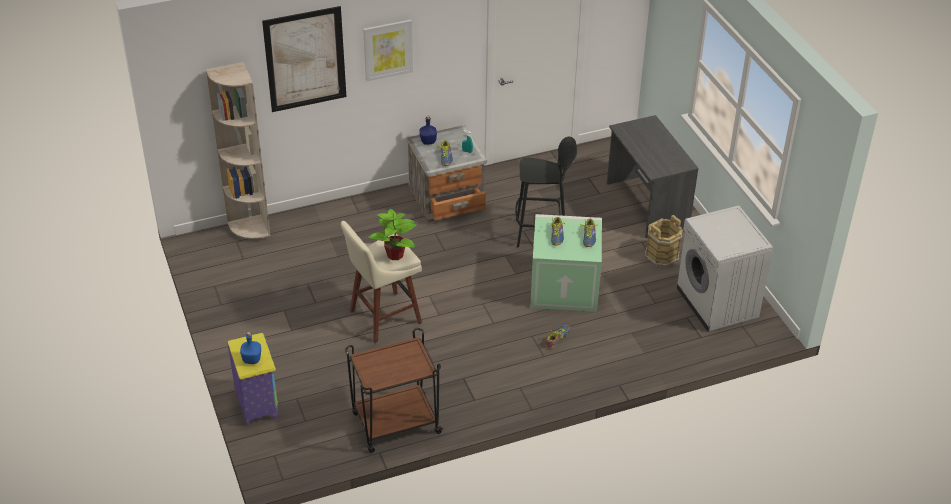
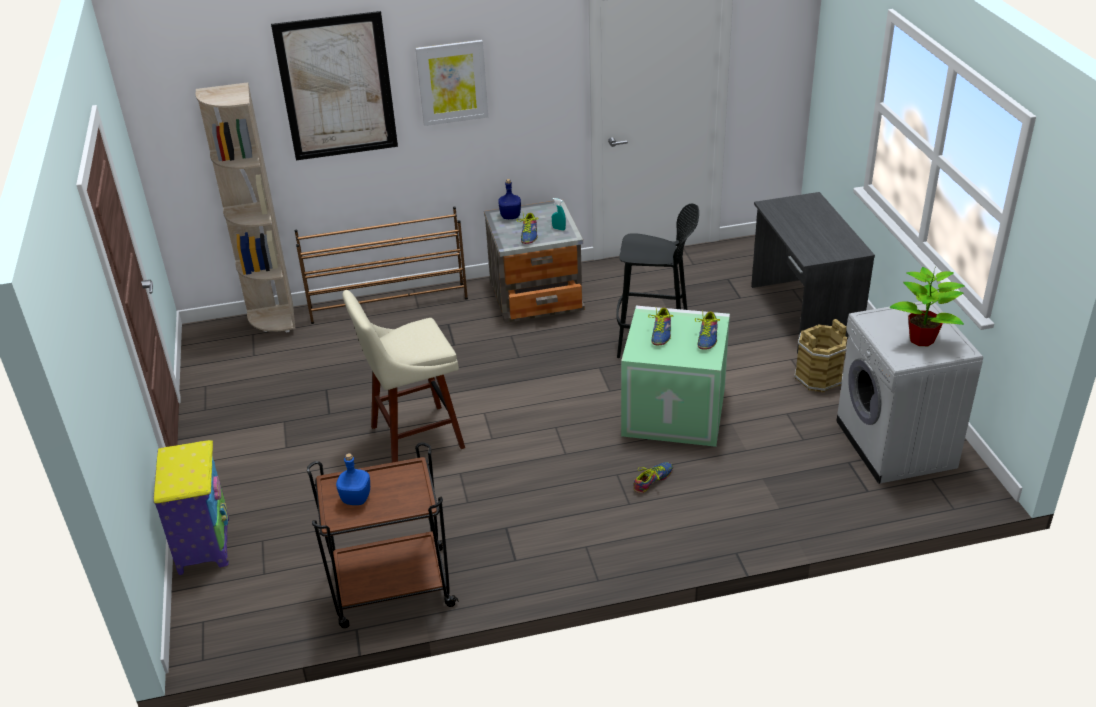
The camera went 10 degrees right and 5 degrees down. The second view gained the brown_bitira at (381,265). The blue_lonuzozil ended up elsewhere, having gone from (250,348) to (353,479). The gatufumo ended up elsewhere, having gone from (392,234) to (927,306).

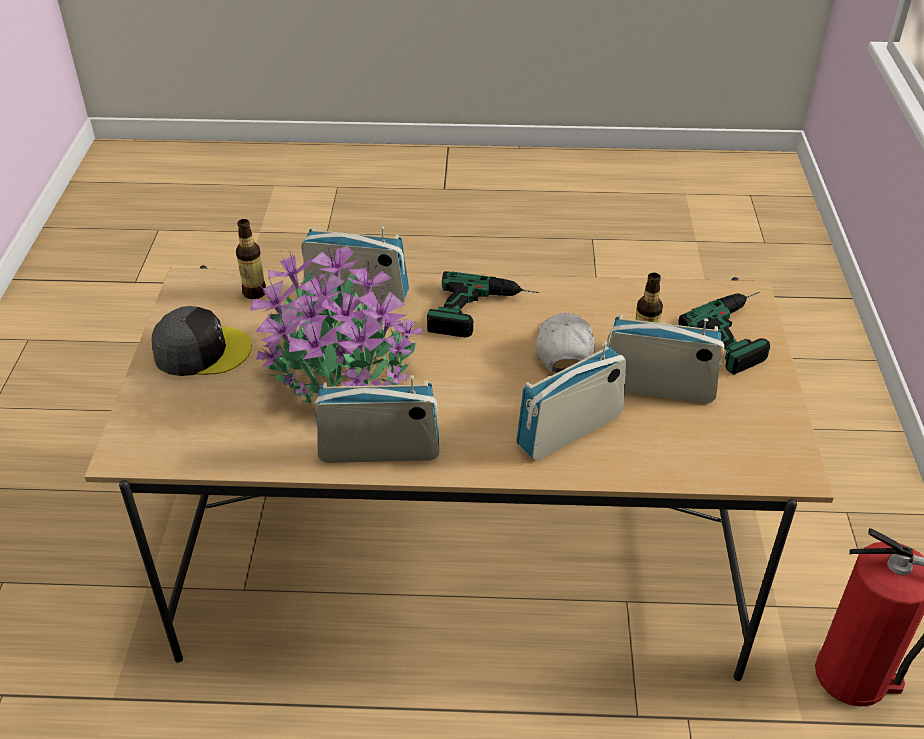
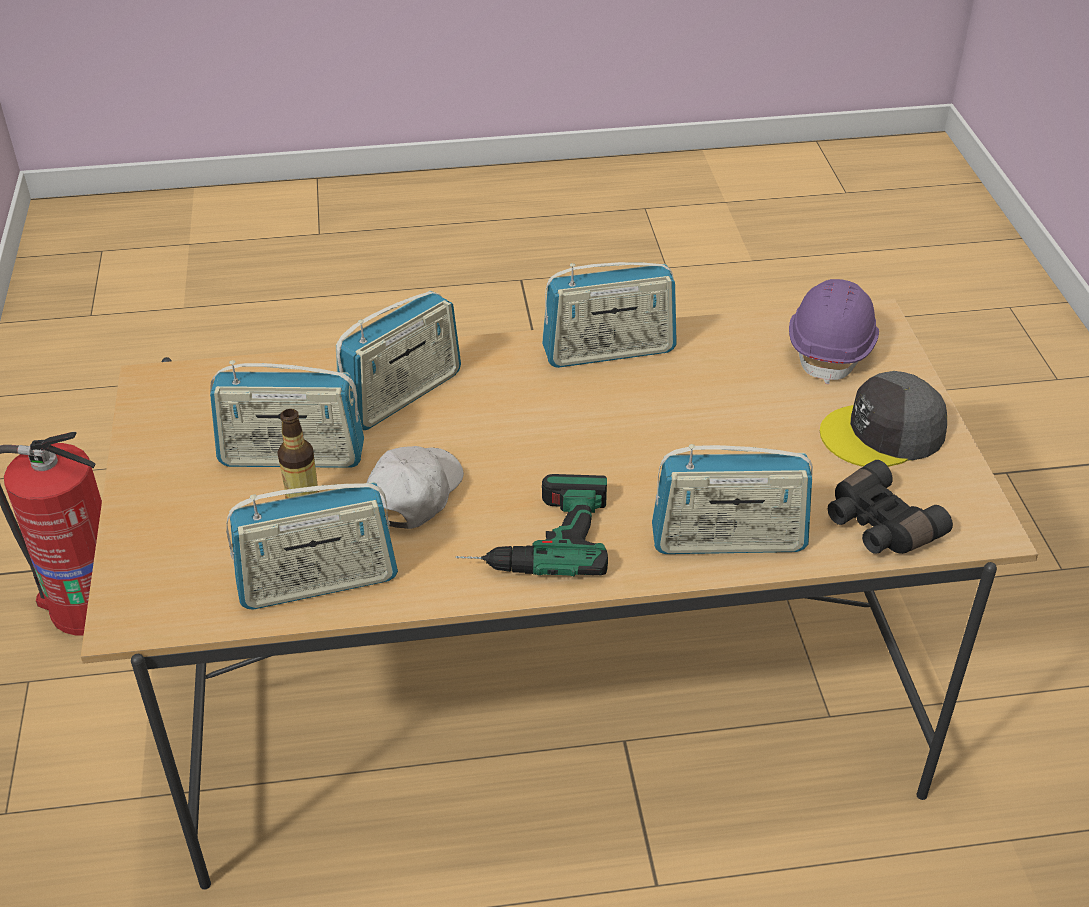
The camera went 170 degrees right and 0 degrees up. The second view gained the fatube at (312,546). The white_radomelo at (565,343) ended up facing another way, 150 degrees counterclockwise from before. The second view gained the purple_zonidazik at (834,331). Where the lonuzozil stood at (251,259), the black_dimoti came to stand at (890,507). The second view lost the gatufumo at (336,321). The second view lost the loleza at (724,333).

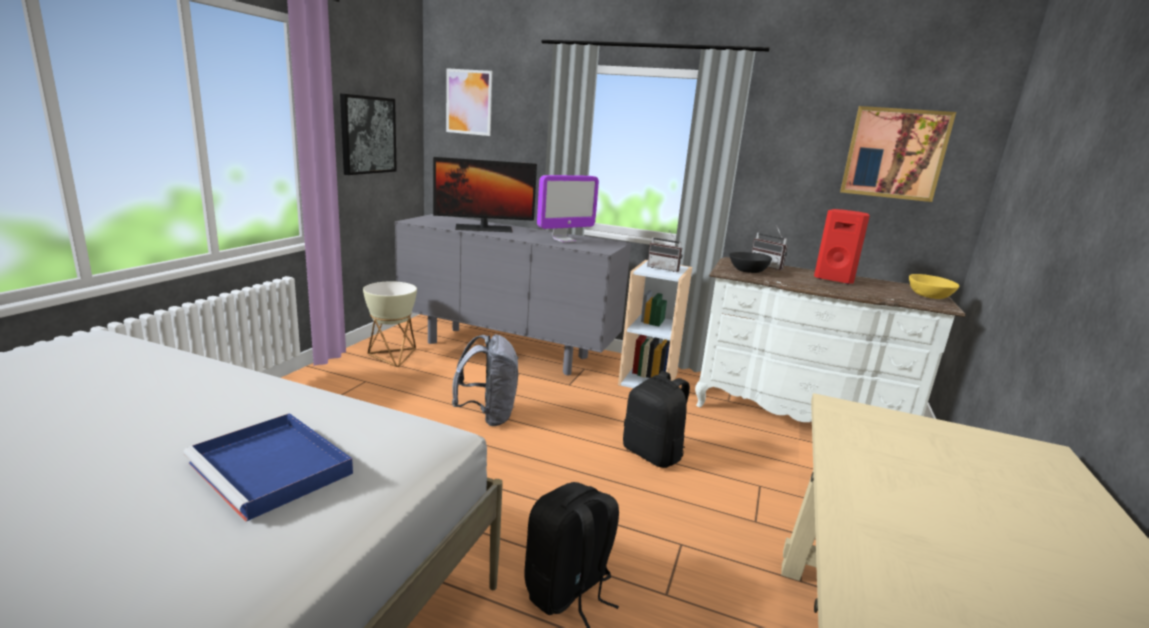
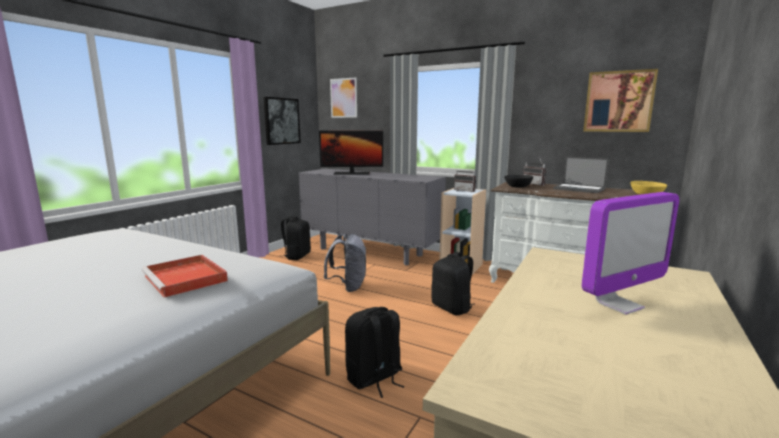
The camera went 10 degrees right and 5 degrees down. What was the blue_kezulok at (268,467) turned into the red_kezulok at (185,276). Where the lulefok stood at (390,324), the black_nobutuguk came to stand at (296,238). Where the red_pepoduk stood at (842,246), the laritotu came to stand at (581,175). The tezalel ended up elsewhere, having gone from (568,209) to (630,253).

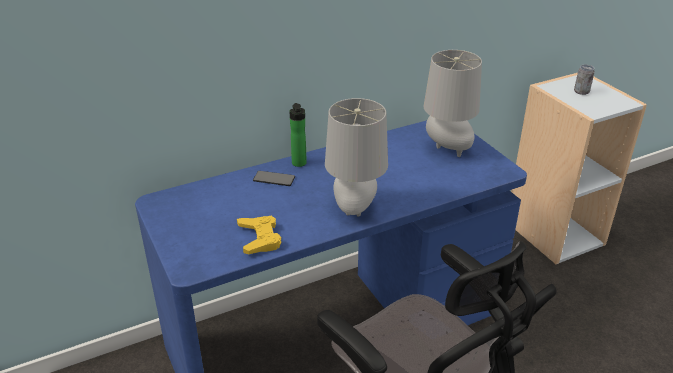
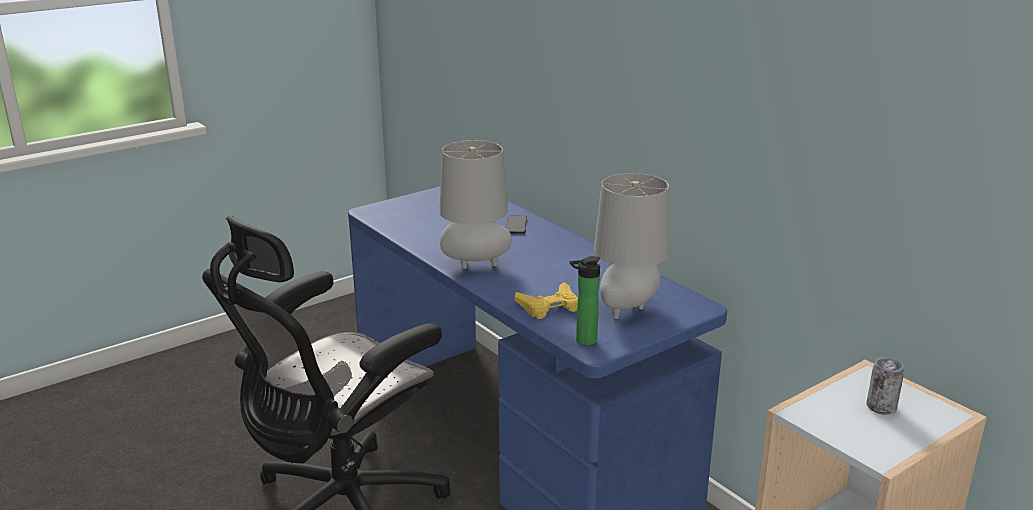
The camera went 80 degrees right and 10 degrees down. The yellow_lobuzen ended up elsewhere, having gone from (259,235) to (546,300). The lonuzozil ended up elsewhere, having gone from (298,135) to (585,301).

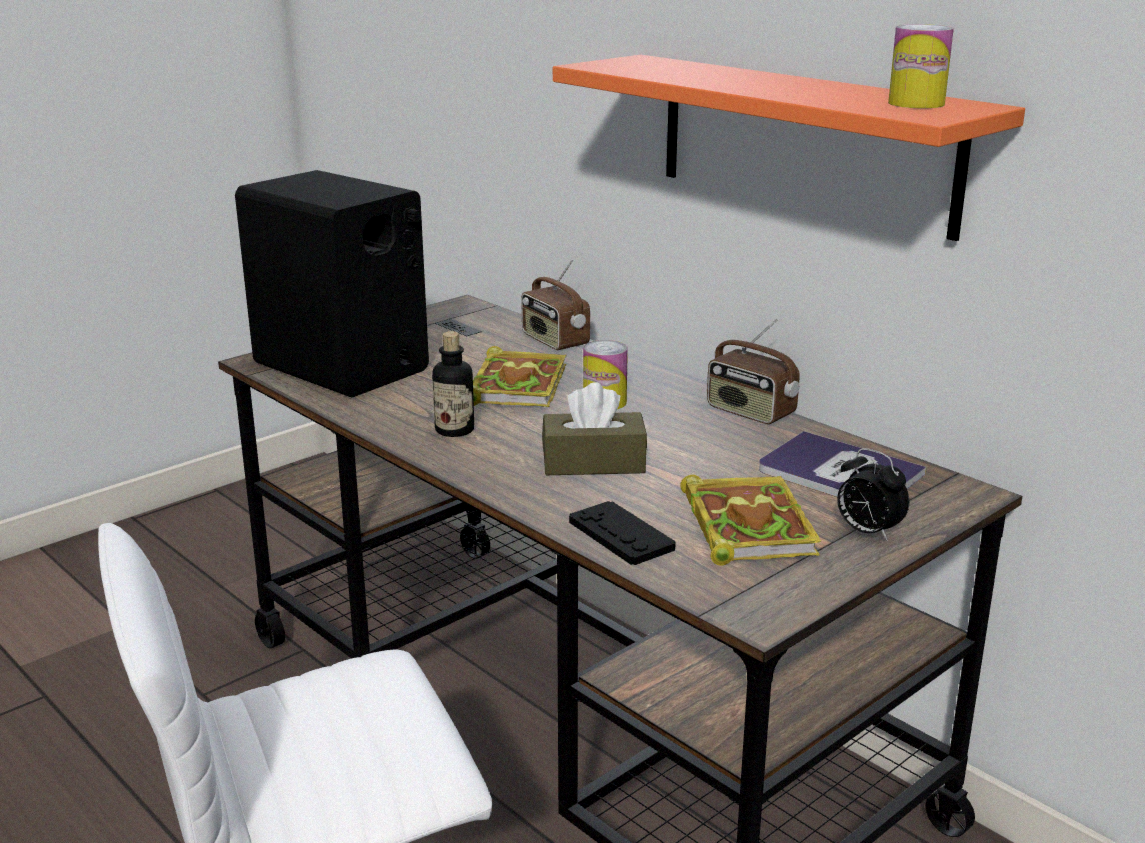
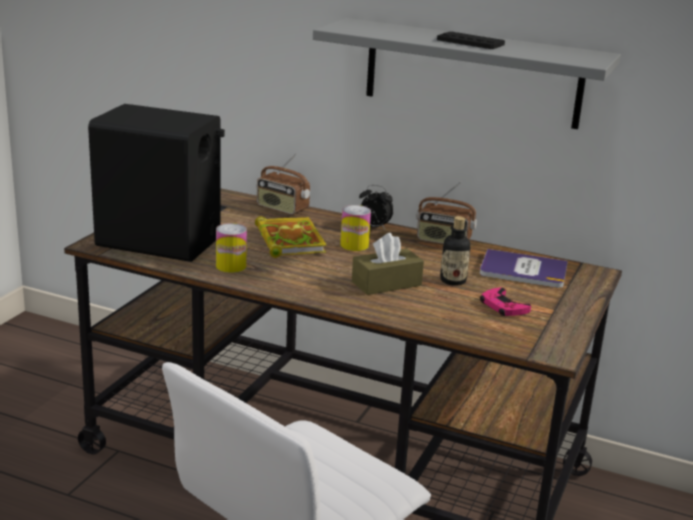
The camera went 25 degrees left and 0 degrees up. The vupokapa ended up elsewhere, having gone from (921,66) to (231,248). What was the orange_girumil at (789,148) turned into the grey_girumil at (467,73). The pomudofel ended up elsewhere, having gone from (873,494) to (376,207). The black_lobuzen ended up elsewhere, having gone from (622,533) to (471,40). The lonuzozil ended up elsewhere, having gone from (453,384) to (455,251). Where the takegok stood at (750,520), the pink_lobuzen came to stand at (505,302).

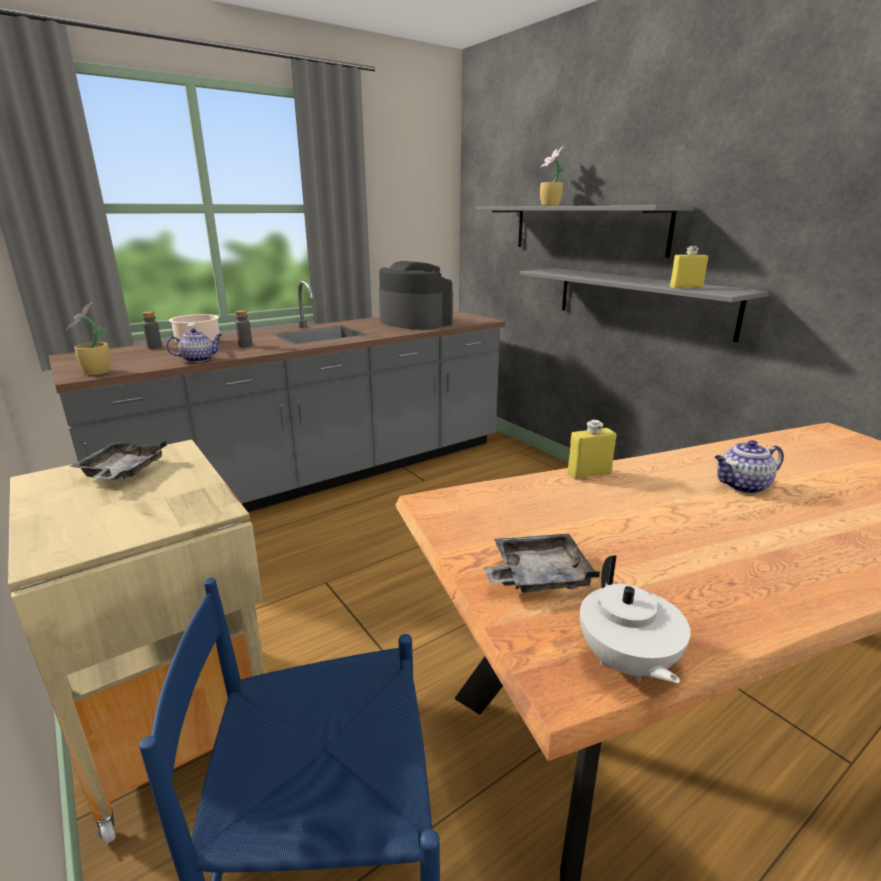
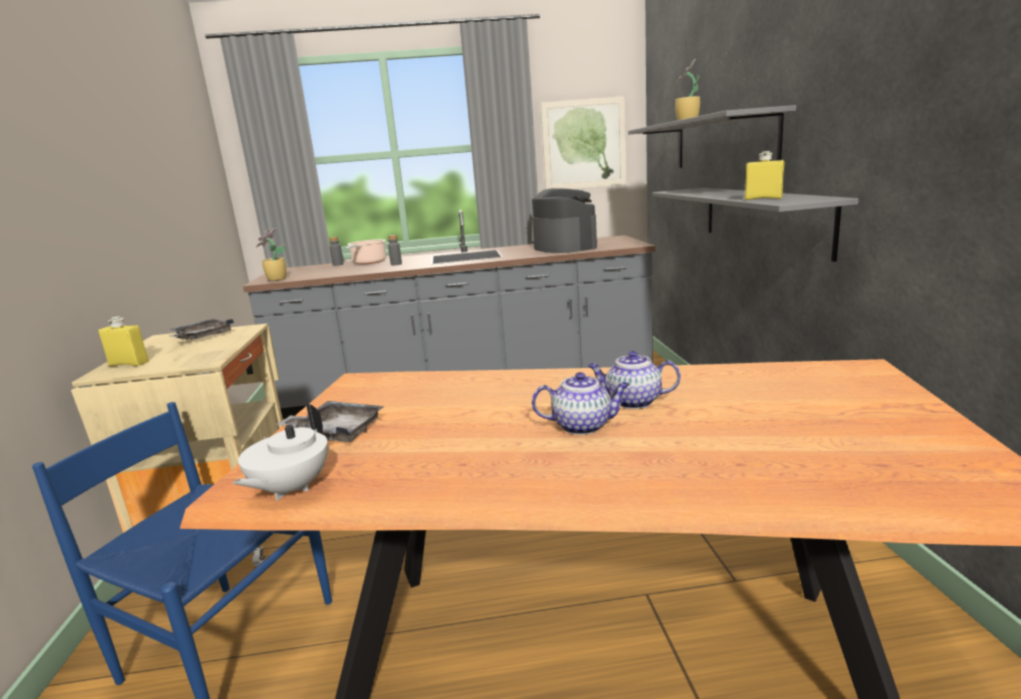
The camera went 30 degrees right and 5 degrees down. The yellow_lonuzozil ended up elsewhere, having gone from (592,449) to (123,341). The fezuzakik ended up elsewhere, having gone from (194,345) to (581,403). The second view gained the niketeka at (583,142).

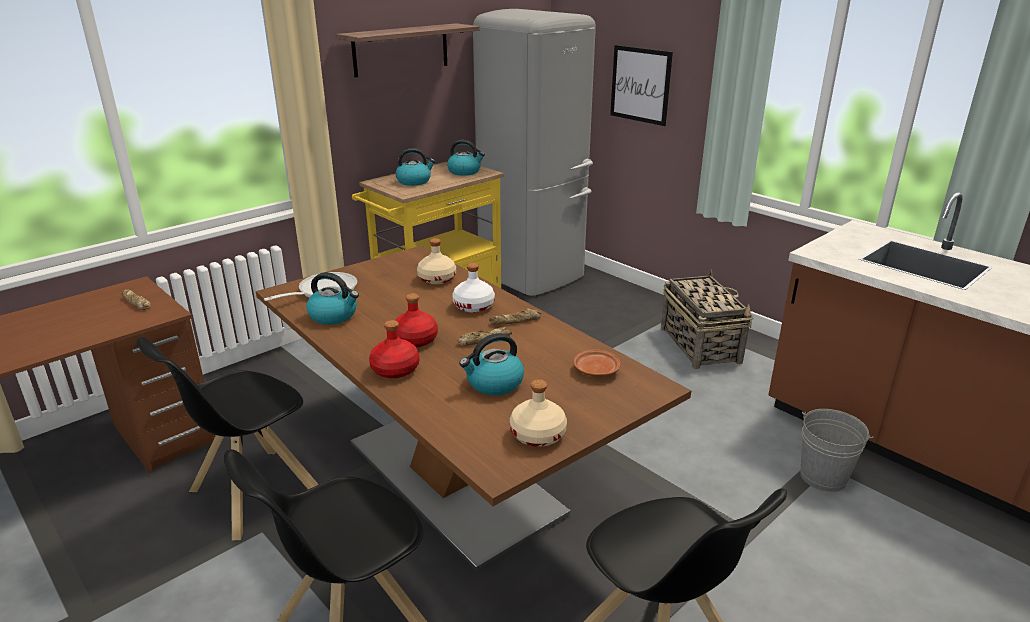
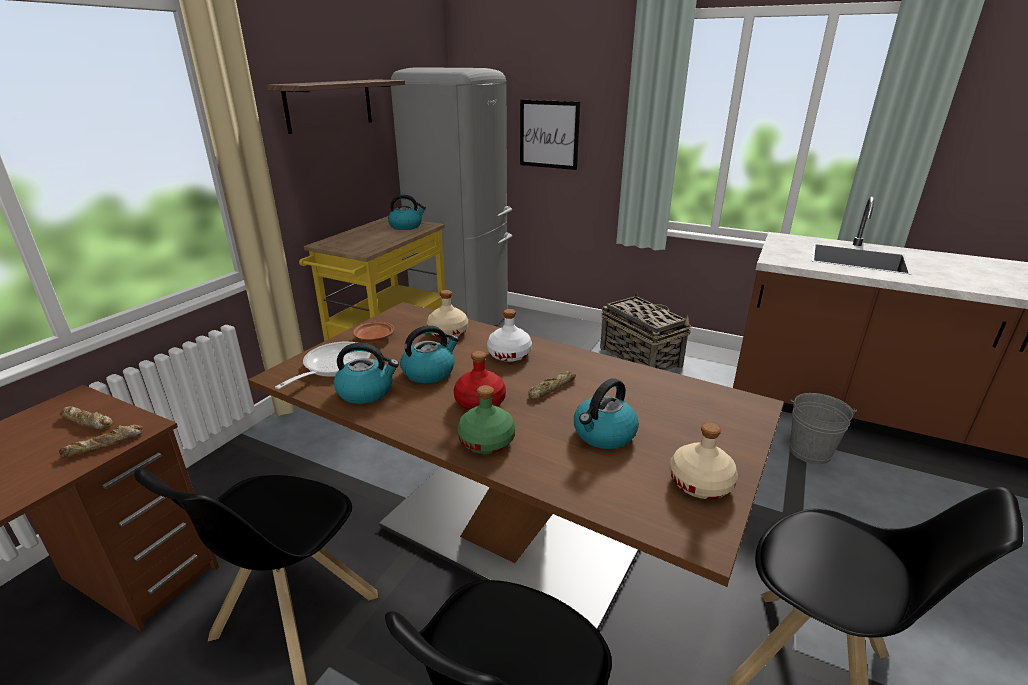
The camera went 20 degrees left and 0 degrees up. The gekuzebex ended up elsewhere, having gone from (515,316) to (101,441). The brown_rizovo ended up elsewhere, having gone from (597,363) to (373,331). The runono ended up elsewhere, having gone from (415,167) to (429,354). What was the red_lonuzozil at (394,349) turned into the green_lonuzozil at (486,419).

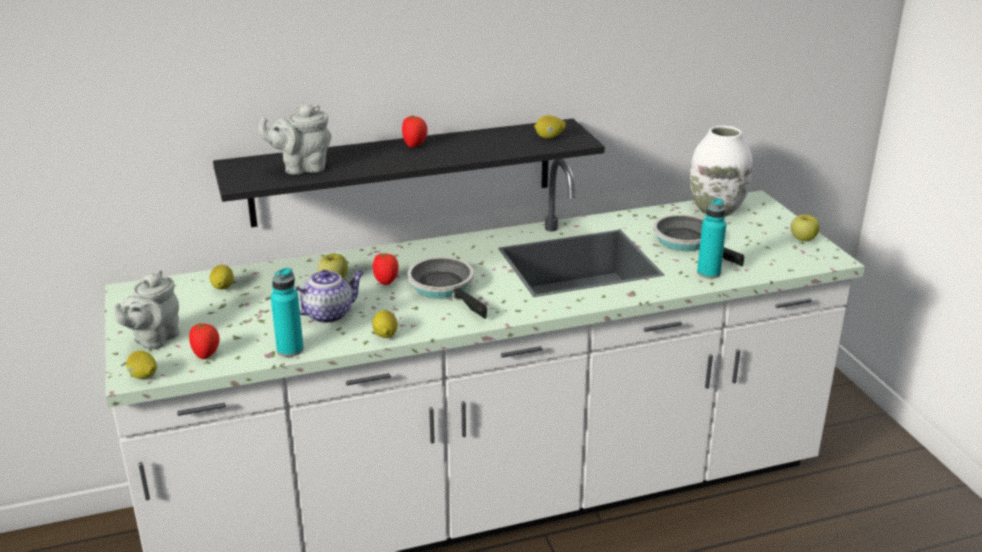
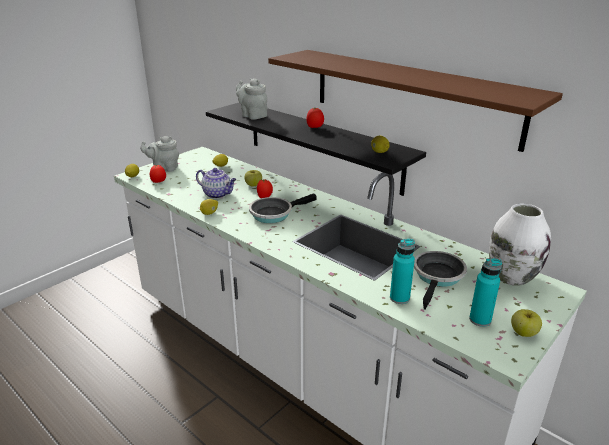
The camera went 60 degrees right and 0 degrees up. The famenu at (447,288) ended up facing another way, 150 degrees counterclockwise from before. The second view gained the brown_girumil at (415,101). The turquoise_lonuzozil ended up elsewhere, having gone from (287,312) to (485,292).

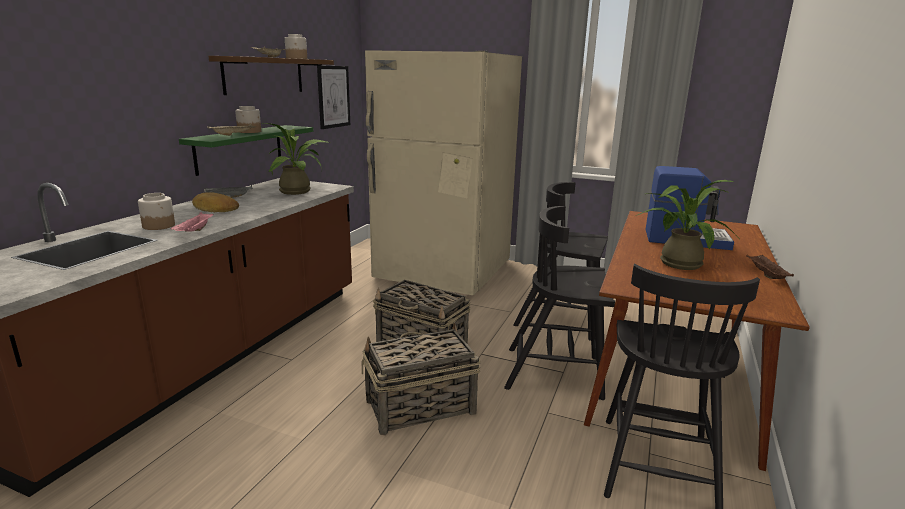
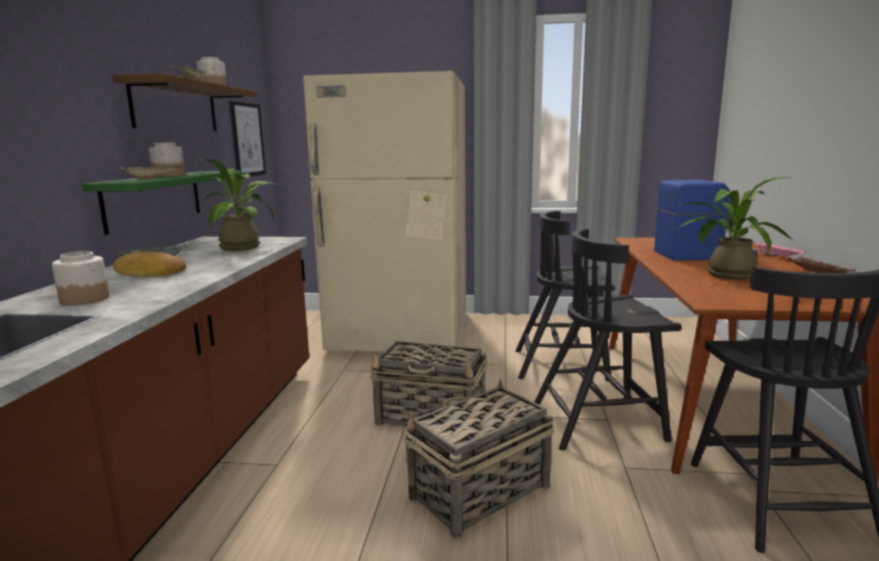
The camera went 15 degrees left and 5 degrees down. The pink_kezulok ended up elsewhere, having gone from (191,222) to (779,249).

